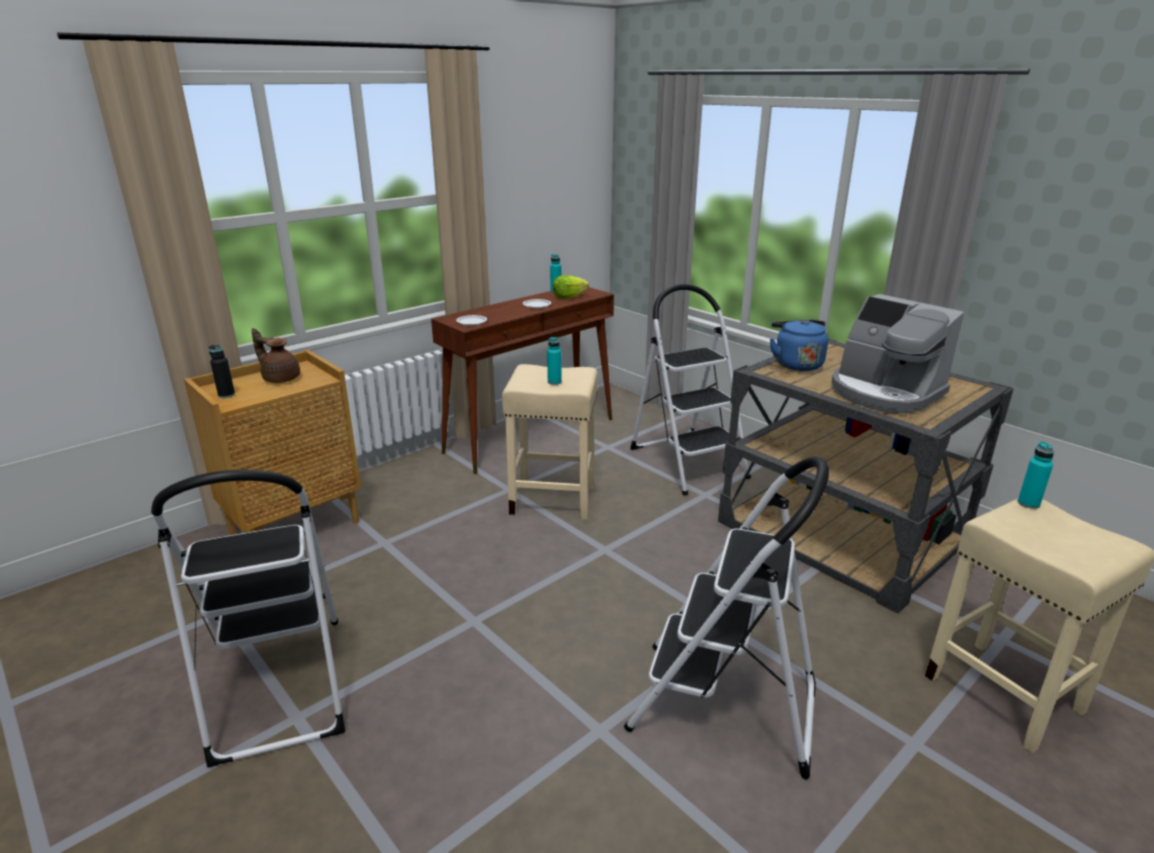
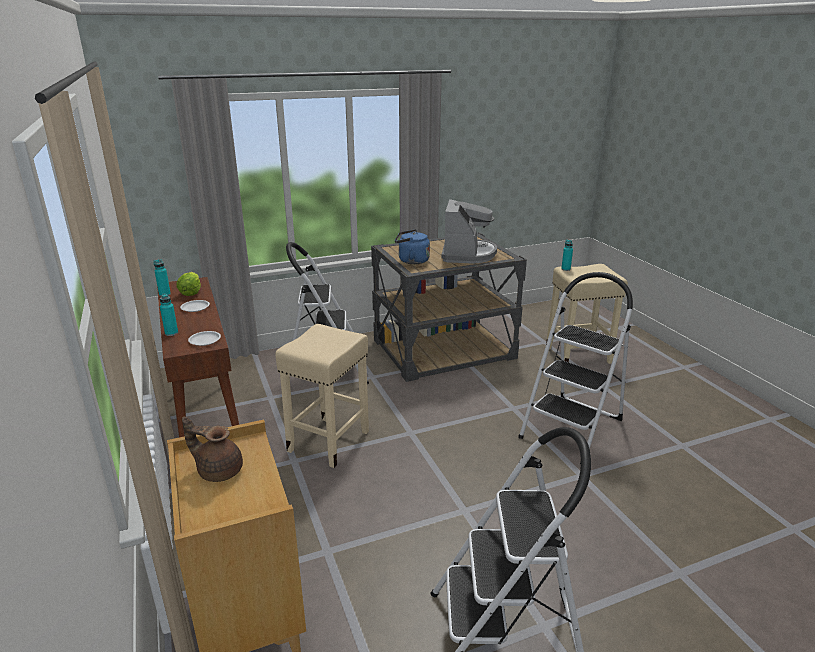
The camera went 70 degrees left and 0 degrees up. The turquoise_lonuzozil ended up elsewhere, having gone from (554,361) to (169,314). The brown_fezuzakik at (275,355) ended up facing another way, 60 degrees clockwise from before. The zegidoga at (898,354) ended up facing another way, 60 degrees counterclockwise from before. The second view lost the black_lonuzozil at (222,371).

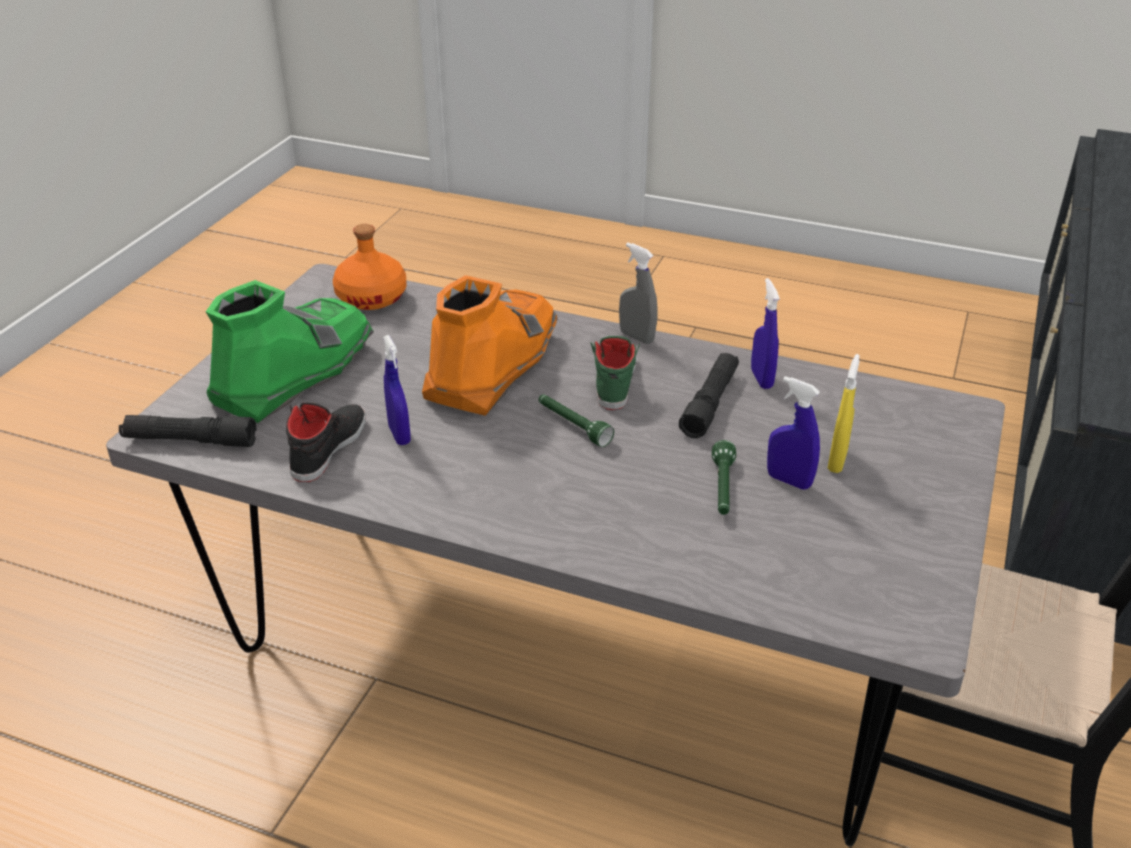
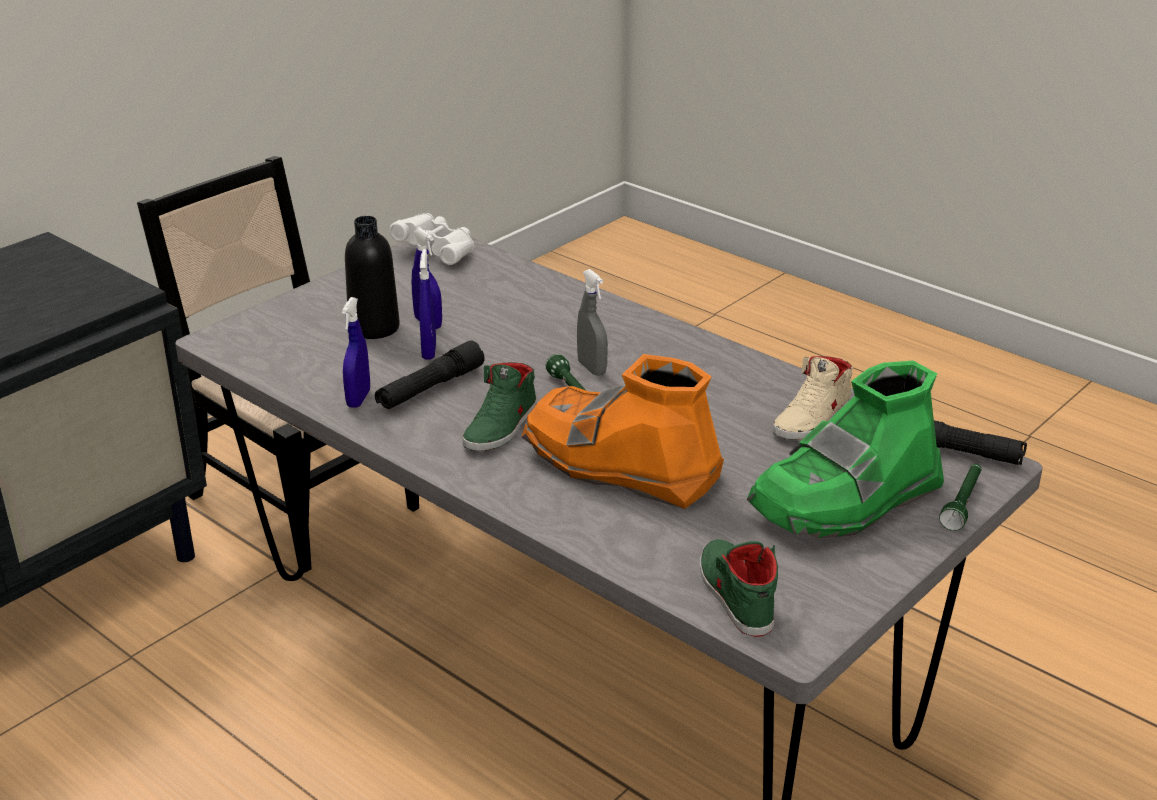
The camera went 160 degrees left and 5 degrees down. Where the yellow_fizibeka stood at (844,413), the black_lonuzozil came to stand at (372,277). The second view gained the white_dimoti at (431,239). The blue_fizibeka ended up elsewhere, having gone from (397,390) to (427,304). The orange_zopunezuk at (489,345) ended up facing another way, 75 degrees clockwise from before. The grey_fizibeka ended up elsewhere, having gone from (638,293) to (592,322). Where the orange_lonuzozil stood at (370,267), the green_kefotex came to stand at (739,588). What was the black_kefotex at (326,442) turned into the beige_kefotex at (813,398). The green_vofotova ended up elsewhere, having gone from (724,477) to (960,497).

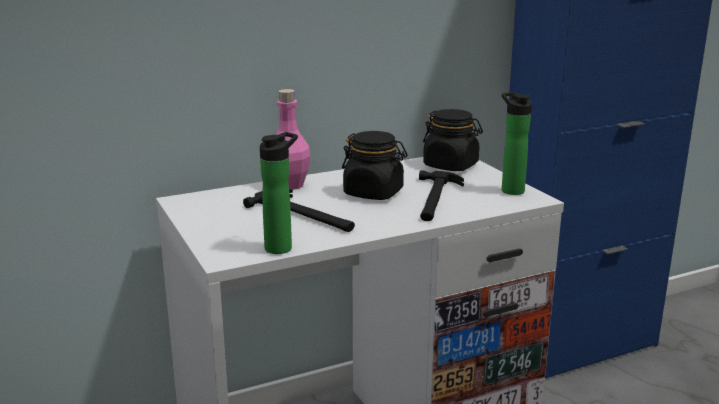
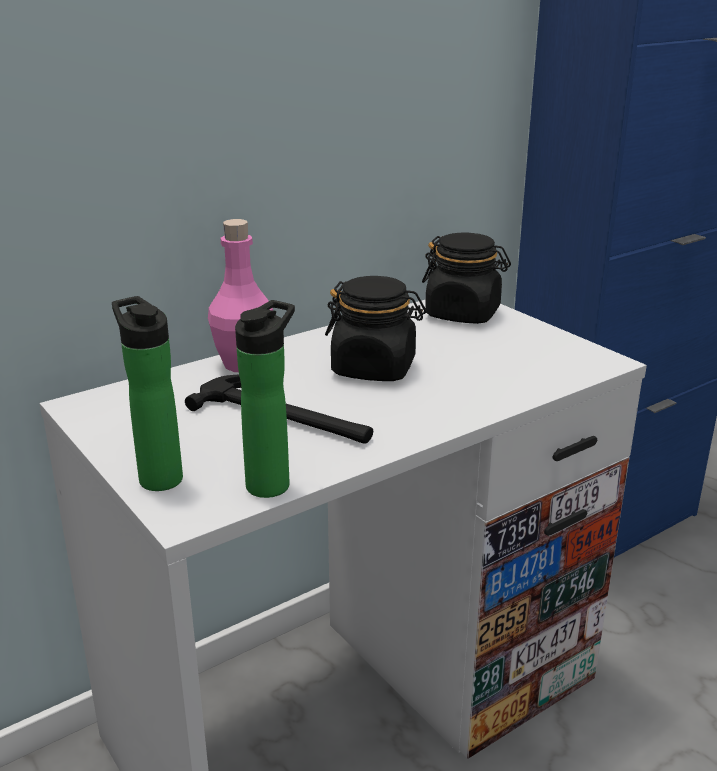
The camera went 10 degrees left and 5 degrees up. The lonuzozil ended up elsewhere, having gone from (517,143) to (147,393). The second view lost the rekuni at (441,195).

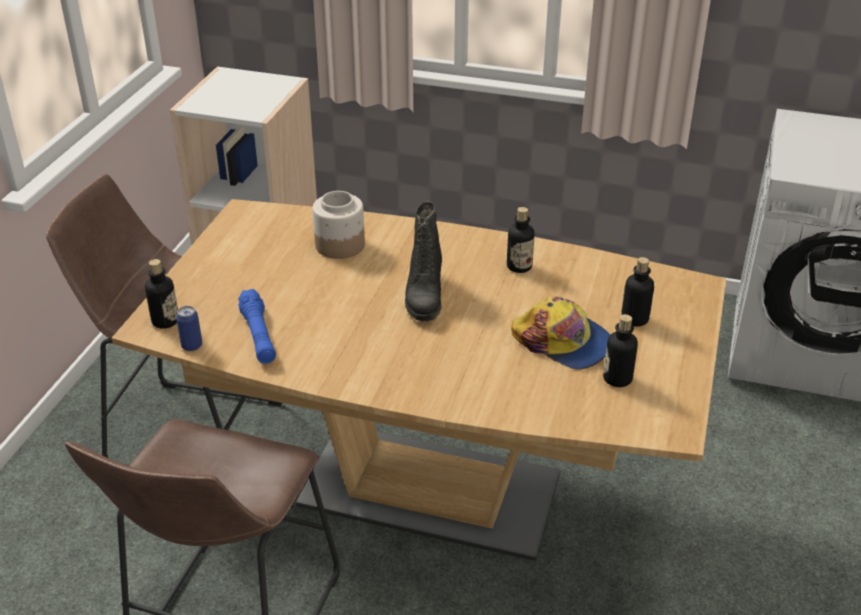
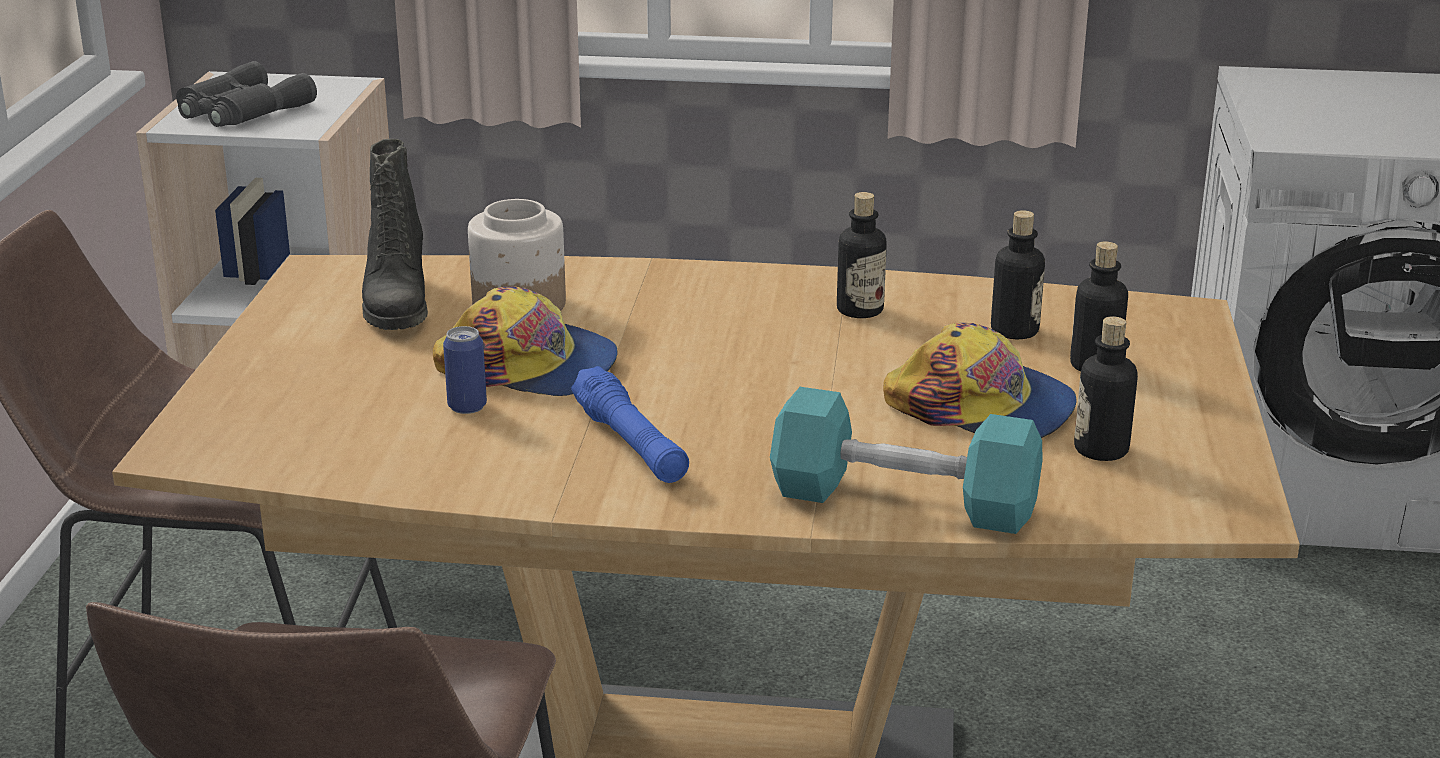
The camera went 10 degrees left and 10 degrees down. The second view gained the grey_dimoti at (246,94). The black_zopunezuk ended up elsewhere, having gone from (423,261) to (395,234). The second view gained the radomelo at (525,341). The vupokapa ended up elsewhere, having gone from (189,328) to (465,370). The blue_vofotova ended up elsewhere, having gone from (257,326) to (630,424). The second view gained the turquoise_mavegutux at (906,460). The lonuzozil ended up elsewhere, having gone from (161,294) to (1018,274).

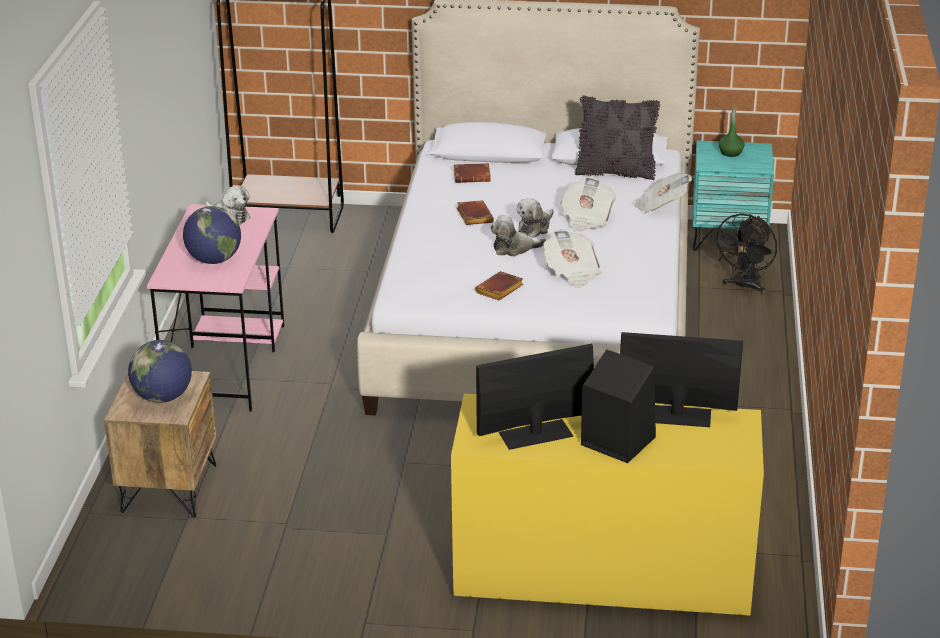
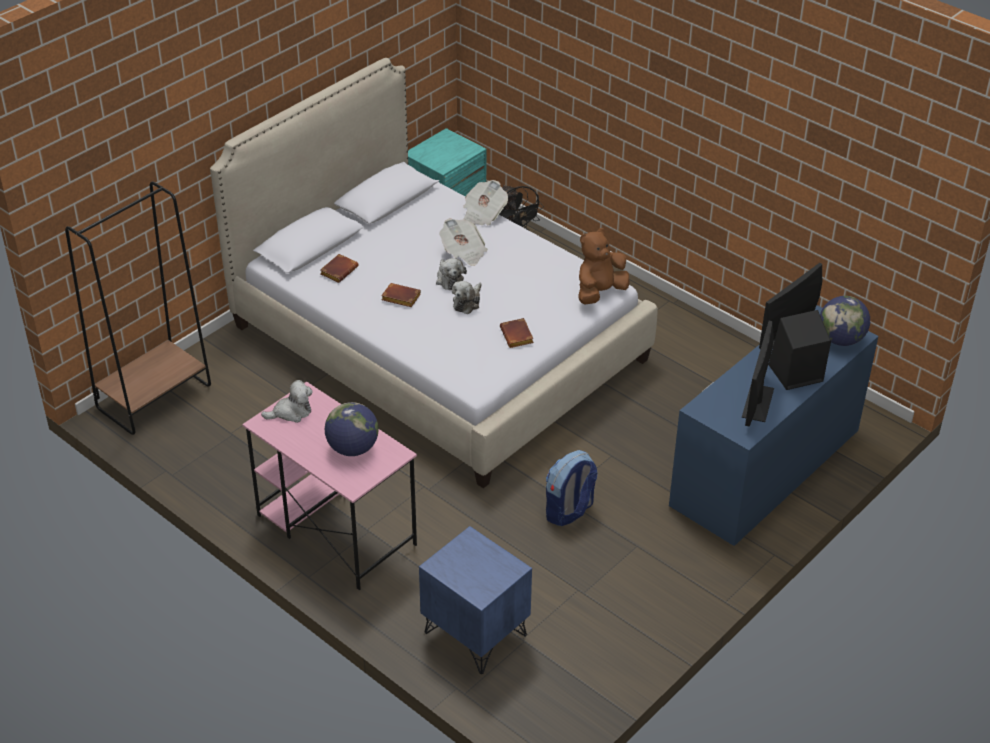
The camera went 55 degrees left and 10 degrees up. What was the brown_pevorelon at (160,444) turned into the blue_pevorelon at (475,600). The second view gained the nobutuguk at (572,488). The second view gained the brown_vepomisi at (604,266). What was the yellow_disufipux at (607,505) turned into the blue_disufipux at (773,425). The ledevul ended up elsewhere, having gone from (160,371) to (845,321). The second view lost the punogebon at (572,258). The second view lost the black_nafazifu at (618,137). The second view lost the green_lonuzozil at (731,131).

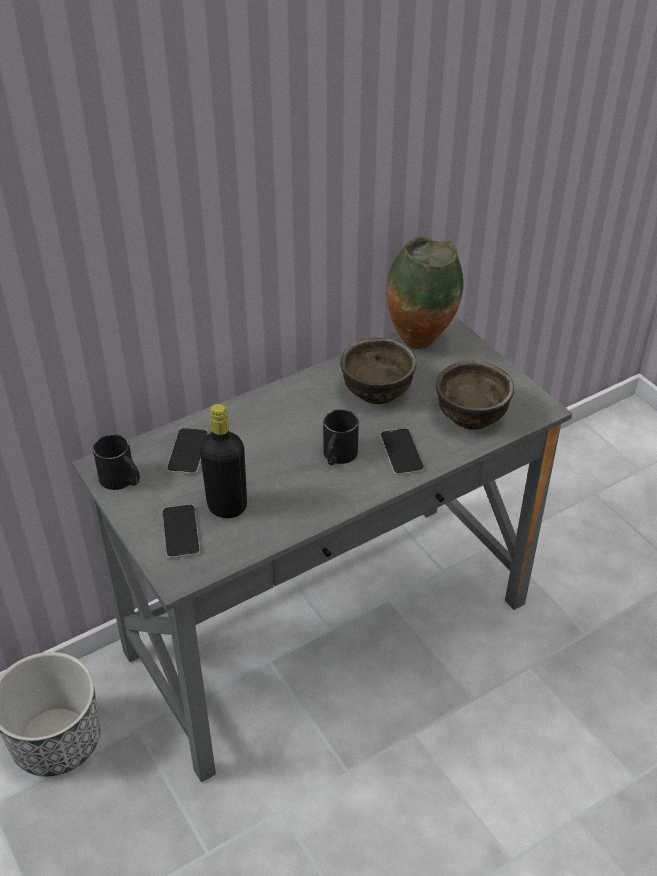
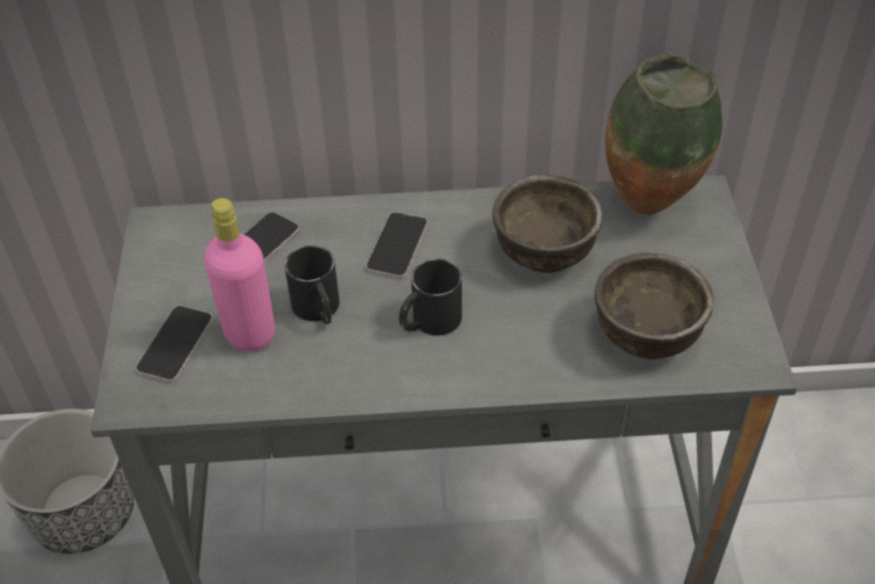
The camera went 30 degrees right and 5 degrees up. What was the black_lonuzozil at (223,461) turned into the pink_lonuzozil at (239,274). The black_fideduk ended up elsewhere, having gone from (116,462) to (312,284). The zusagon ended up elsewhere, having gone from (402,451) to (397,245).

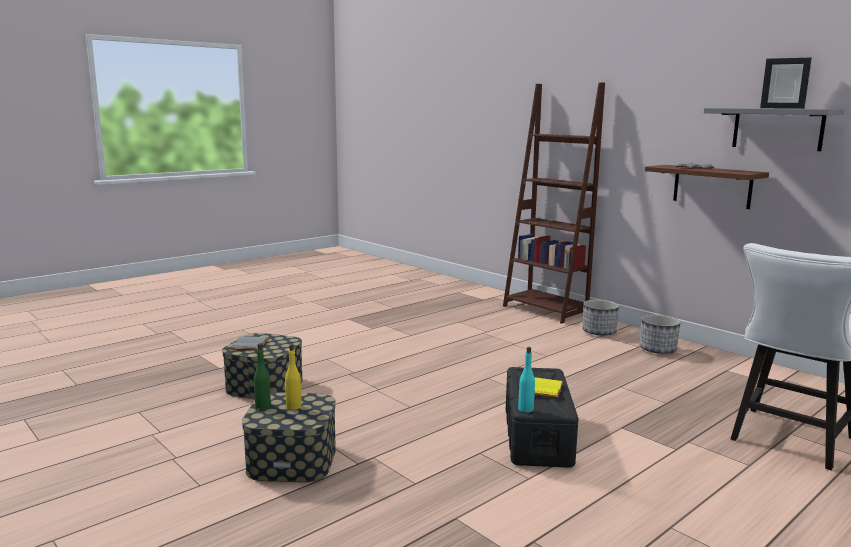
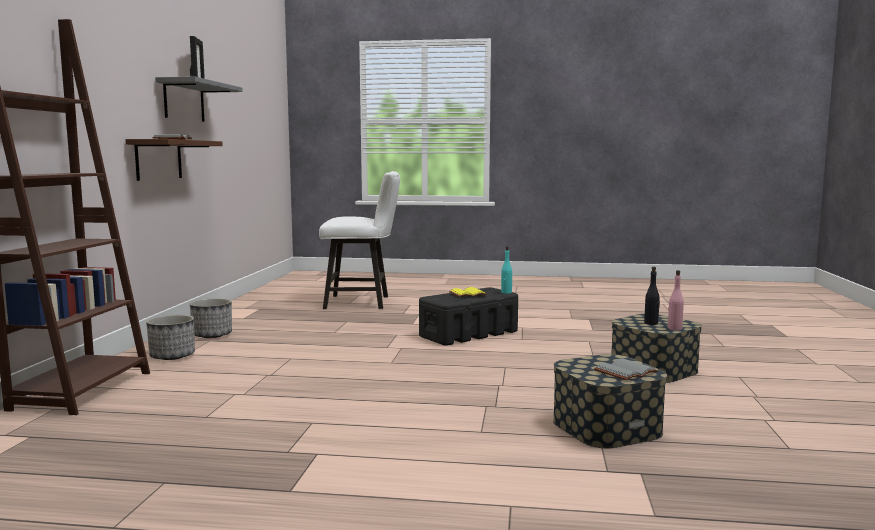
The camera went 130 degrees left and 5 degrees down. What was the yellow_lonuzozil at (293,377) turned into the black_lonuzozil at (652,296). What was the green_lonuzozil at (262,376) turned into the pink_lonuzozil at (676,300).

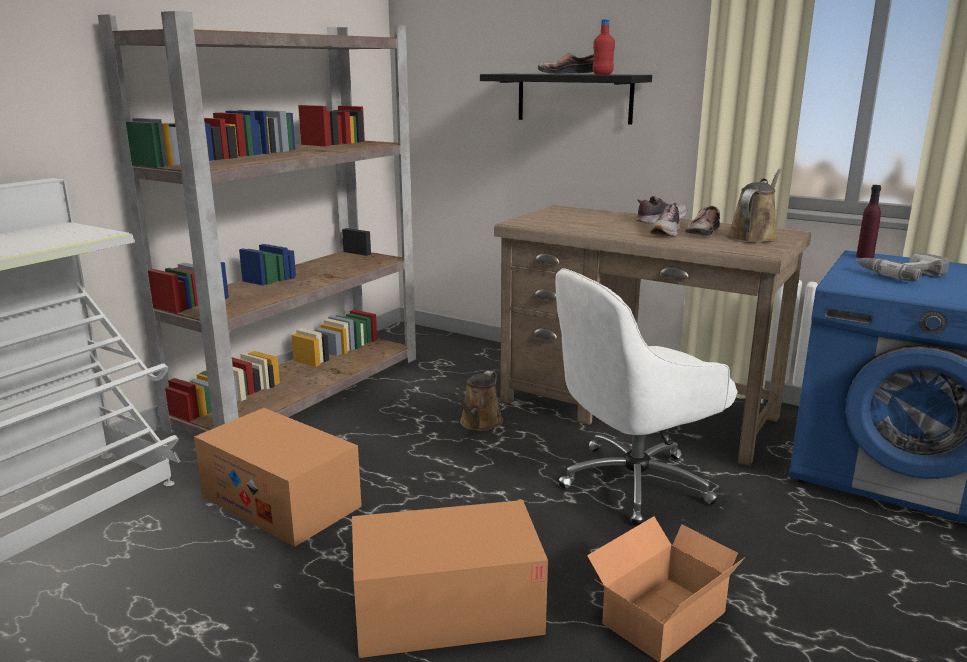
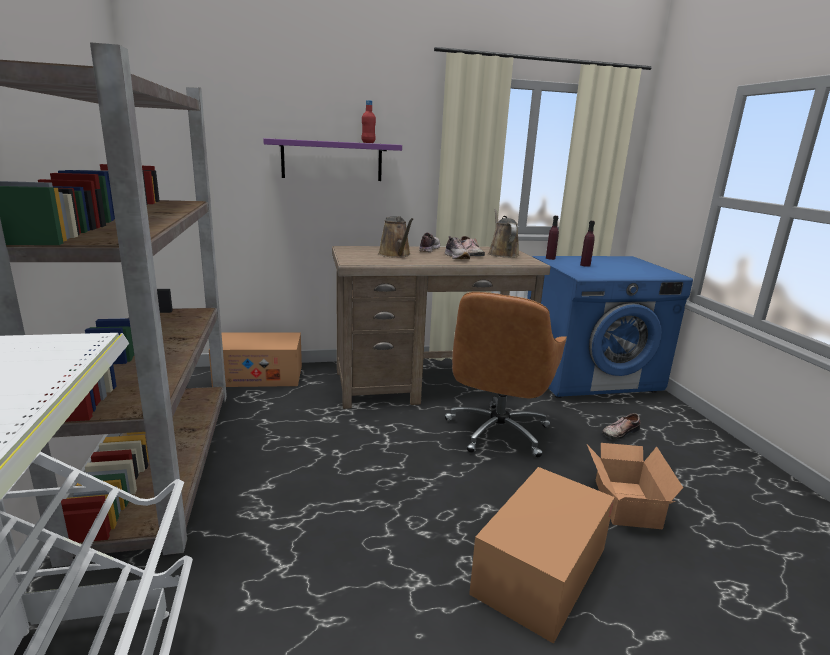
The camera went 45 degrees left and 0 degrees up. The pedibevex ended up elsewhere, having gone from (278,477) to (255,360). What was the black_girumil at (566,99) turned into the purple_girumil at (332,159). The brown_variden ended up elsewhere, having gone from (478,401) to (396,237). What was the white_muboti at (646,397) turned into the brown_muboti at (506,374). Where the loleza stood at (903,267), the purple_lonuzozil came to stand at (587,244). The kefotex ended up elsewhere, having gone from (566,63) to (621,426).

